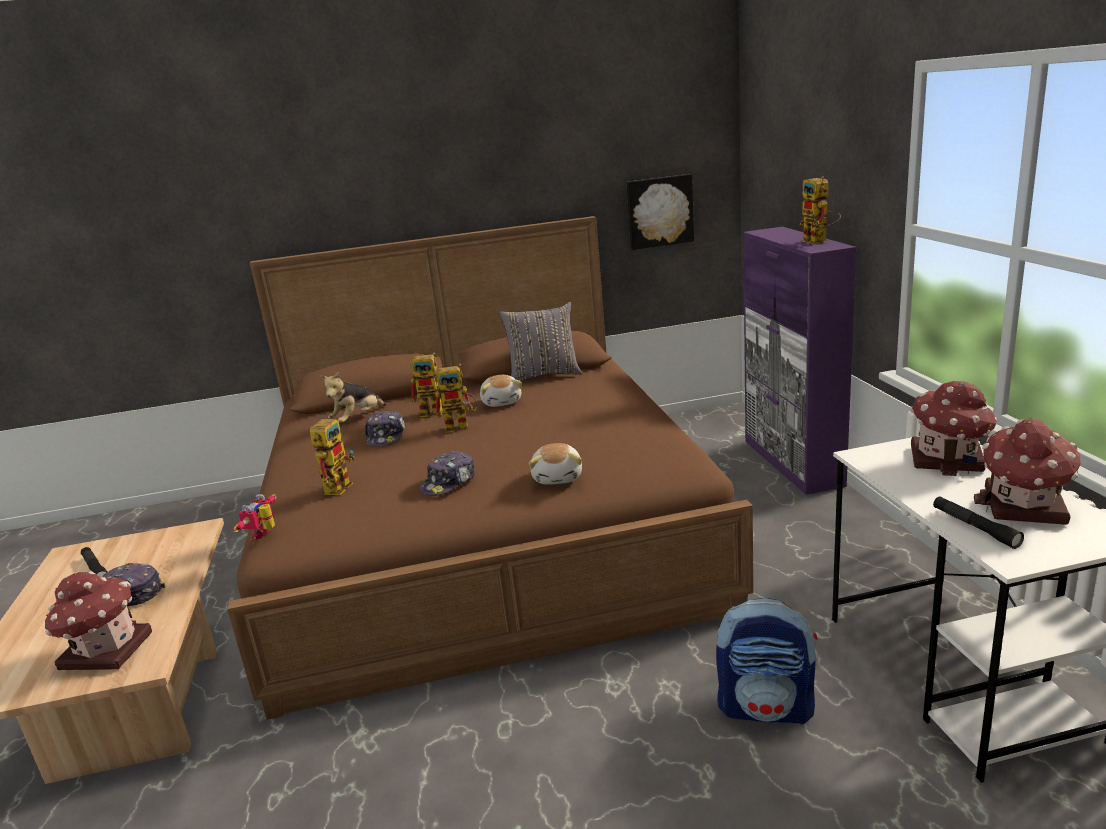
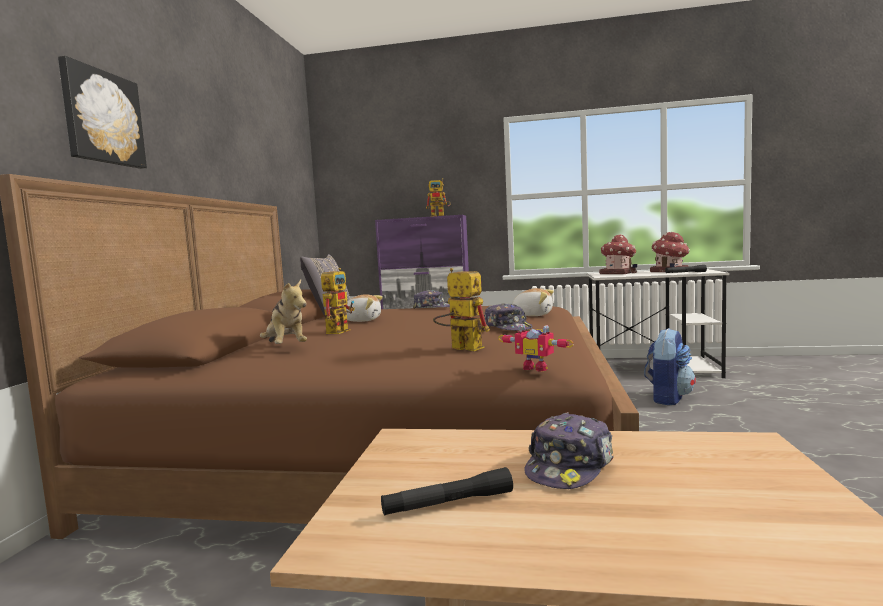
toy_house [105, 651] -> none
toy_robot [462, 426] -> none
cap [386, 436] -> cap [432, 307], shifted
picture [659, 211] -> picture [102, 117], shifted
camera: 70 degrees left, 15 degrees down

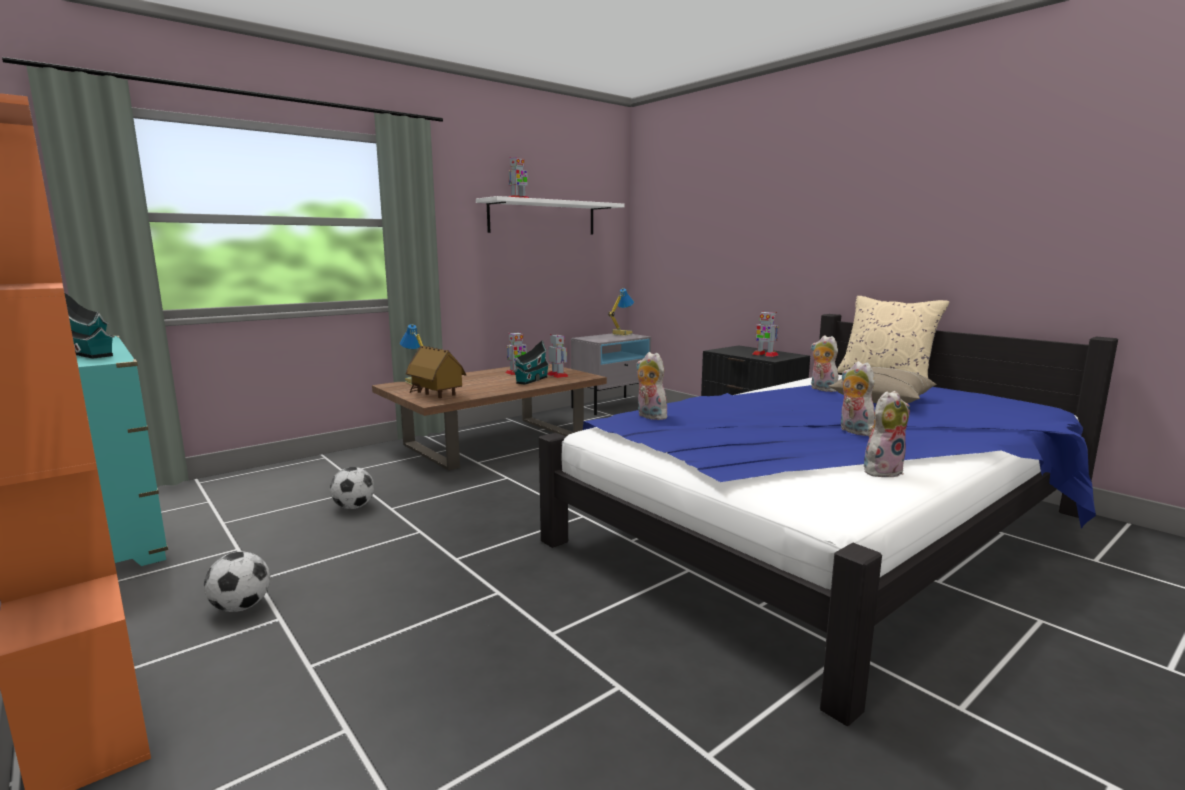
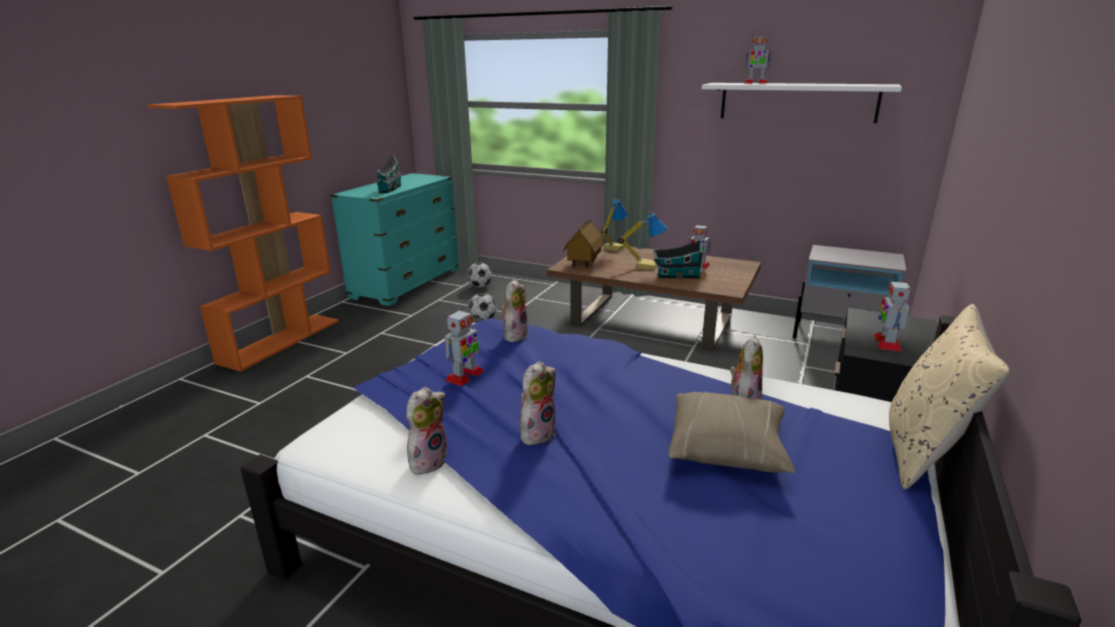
football [241, 607] -> football [480, 286], shifted
toy_robot [558, 375] -> toy_robot [464, 376], shifted
table_lamp [621, 334] -> table_lamp [646, 266], shifted
plush_toy [882, 471] -> plush_toy [428, 460], 90 degrees counterclockwise
camera: 65 degrees right, 10 degrees up

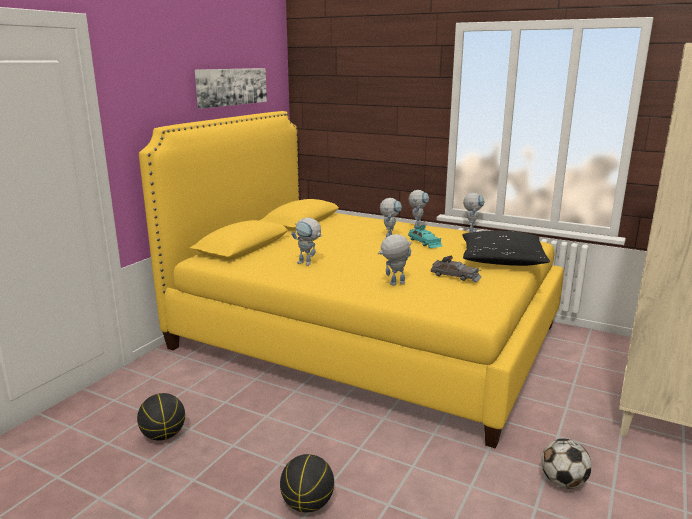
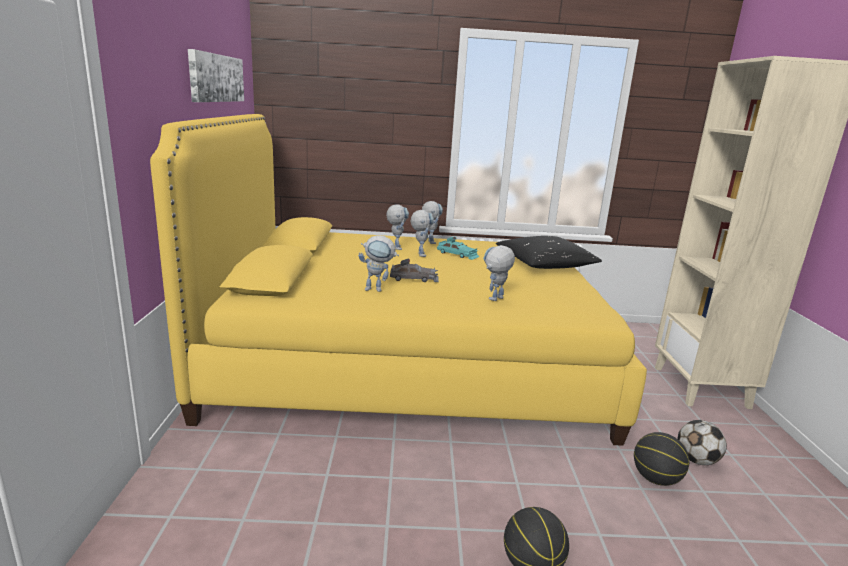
basketball [163, 435] -> basketball [655, 479], shifted
grey_toy_car [455, 276] -> grey_toy_car [414, 278], shifted
toy_robot [471, 231] -> toy_robot [396, 247], shifted
camera: 30 degrees left, 0 degrees up

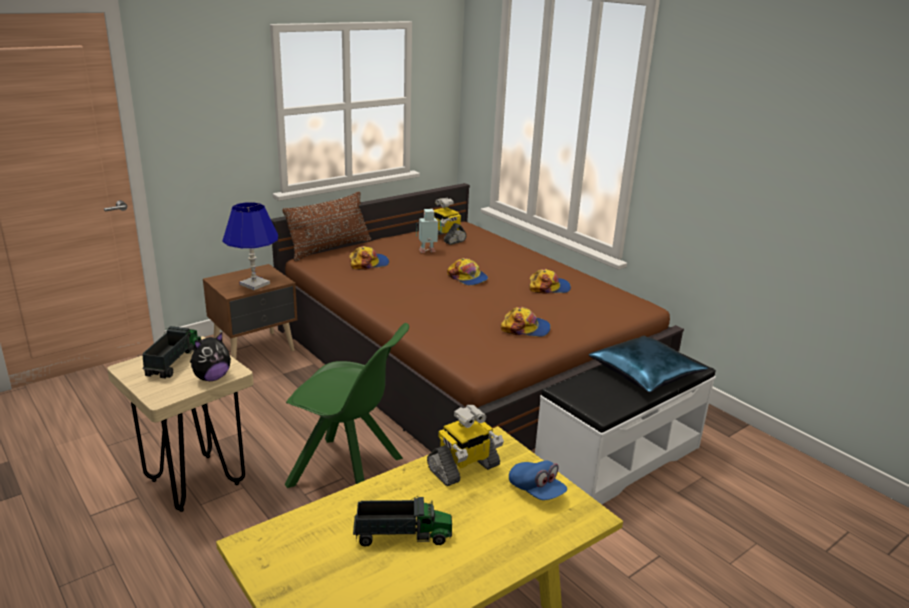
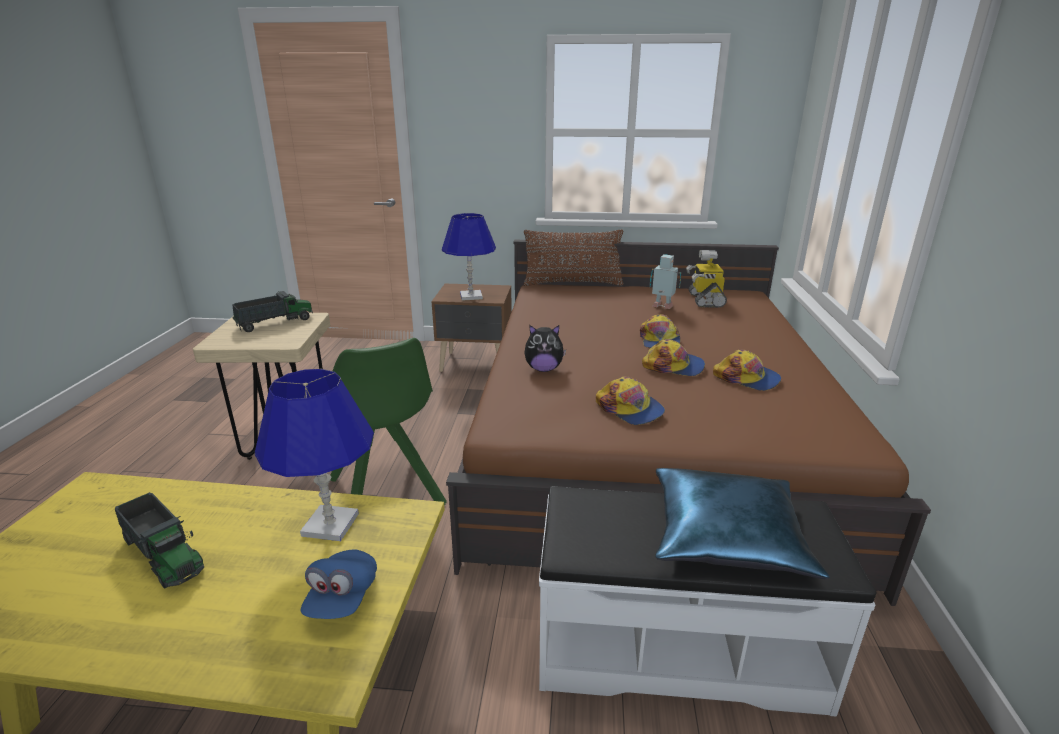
plush_toy [211, 378] -> plush_toy [543, 369], shifted
cap [369, 263] -> cap [673, 366], shifted
toy_robot [463, 468] -> blue_table_lamp [330, 525]
camera: 45 degrees right, 0 degrees up

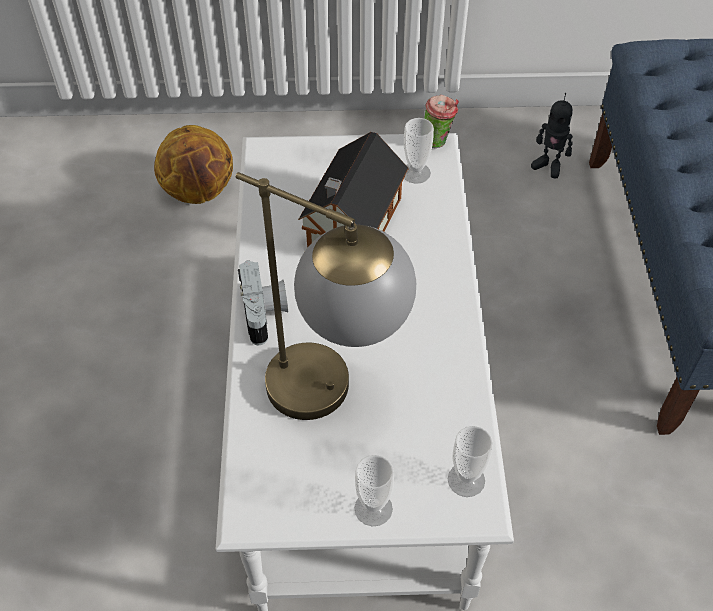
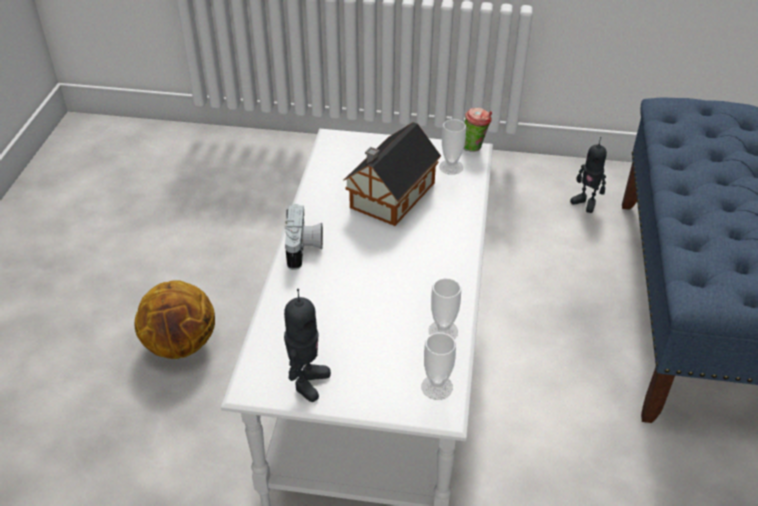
table_lamp [335, 397] -> none
none -> toy_robot [307, 382]
basketball [199, 191] -> basketball [181, 345], shifted
cup [373, 508] -> cup [443, 331], shifted
camera: 10 degrees right, 10 degrees down

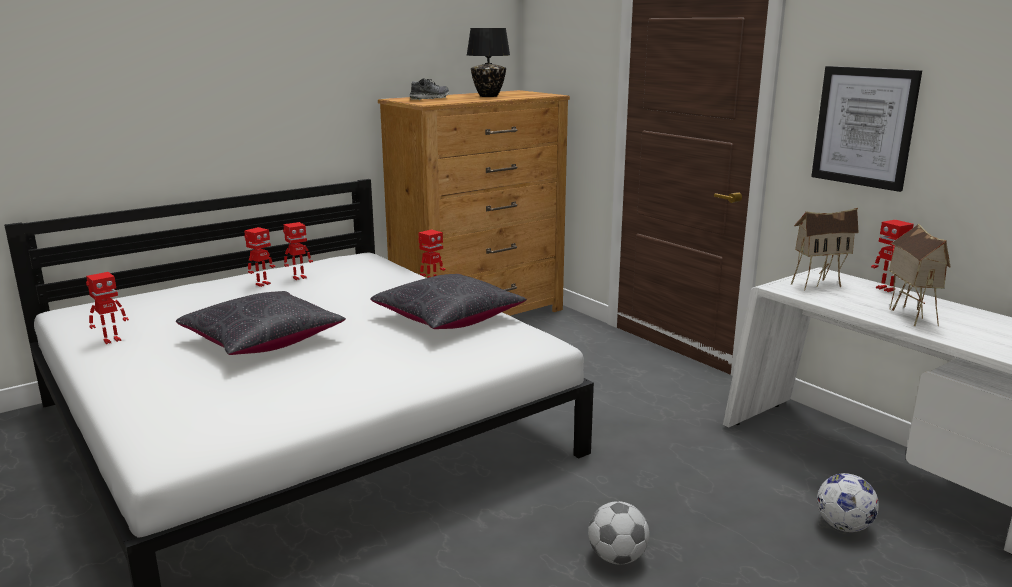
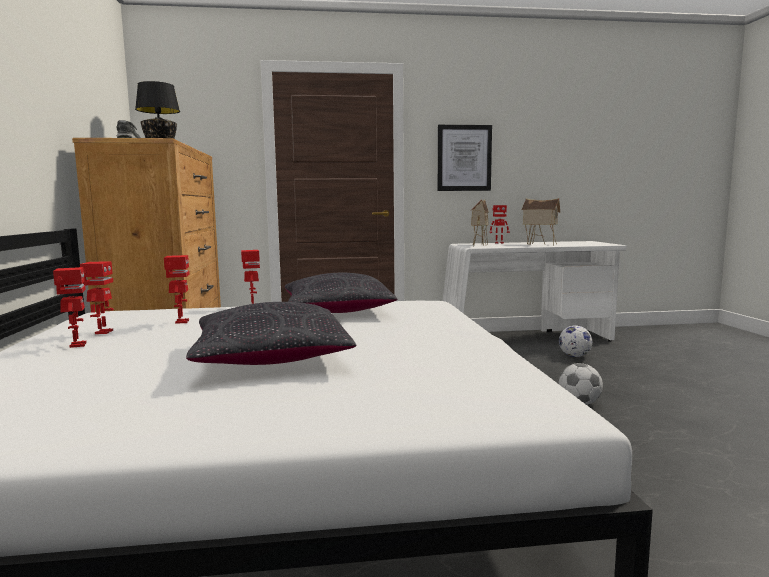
toy_robot [111, 340] -> toy_robot [181, 322], shifted
camera: 60 degrees left, 10 degrees down

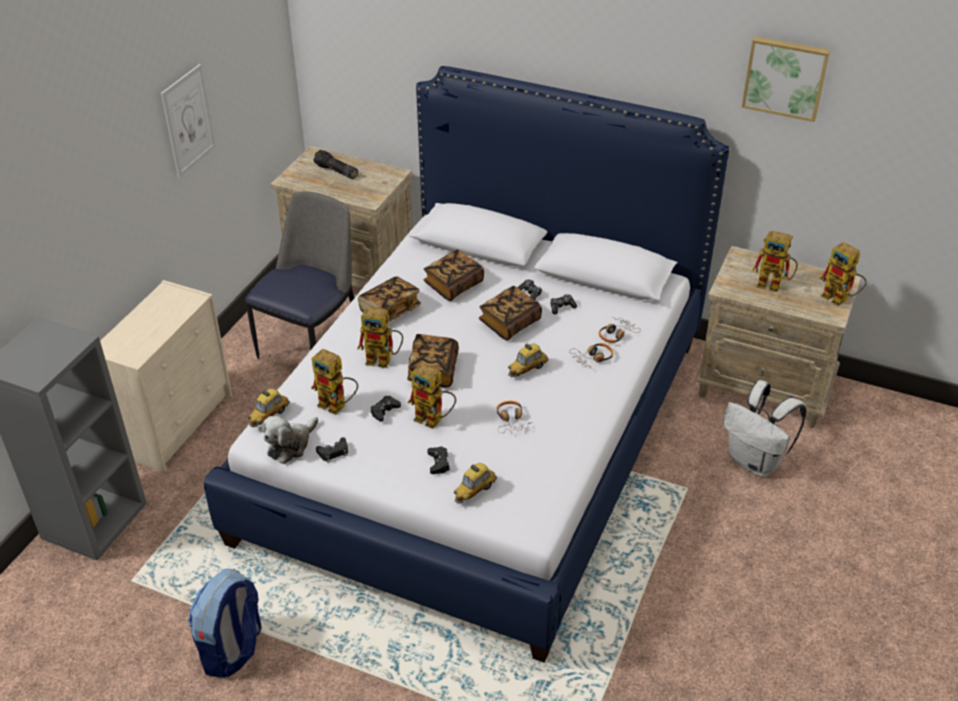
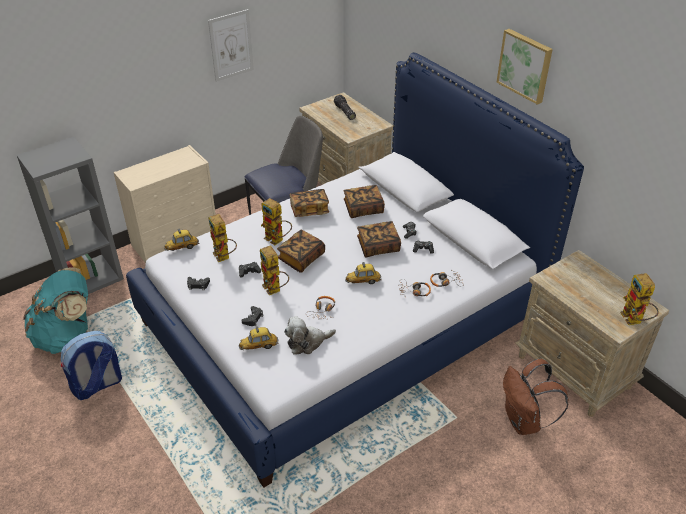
toy_robot [774, 285] -> none
none -> turquoise_backpack [67, 336]
plush_toy [290, 445] -> plush_toy [307, 342], shifted
picture [785, 77] -> picture [525, 65], shifted
white_backpack [756, 462] -> brown_backpack [524, 422]
camera: 30 degrees right, 0 degrees up

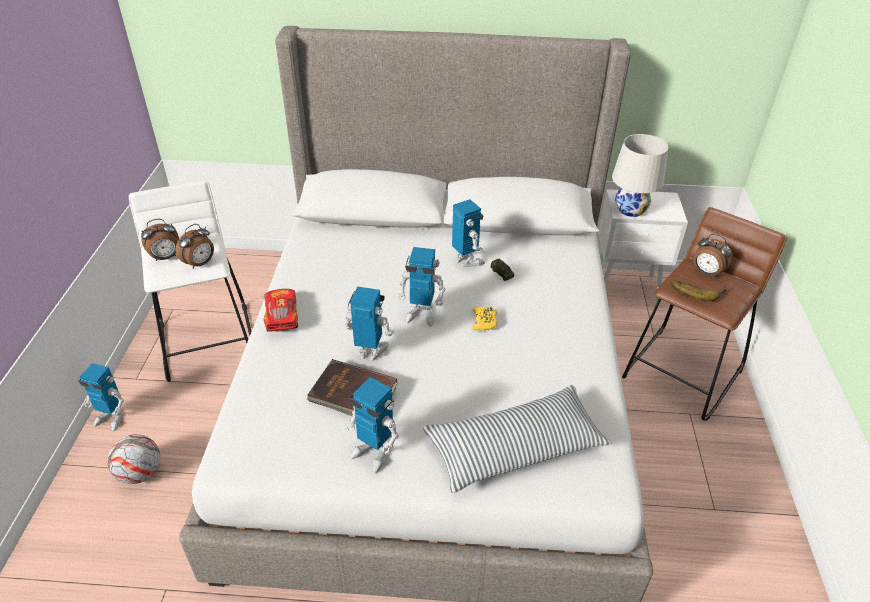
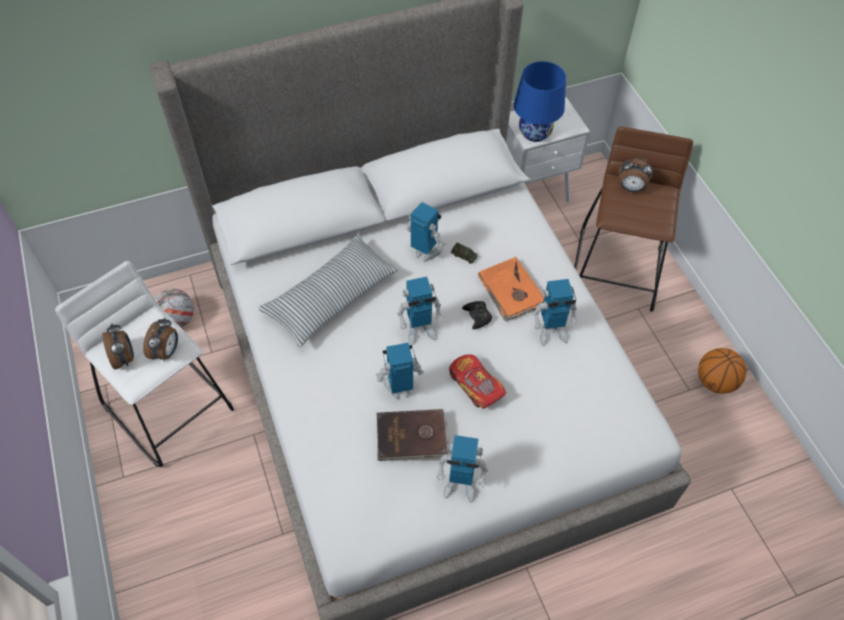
banana [696, 290] -> none
none -> orange_book [510, 291]
none -> basketball [715, 382]
toy_robot [111, 418] -> toy_robot [551, 332], shifted
football [140, 473] -> football [177, 320], shifted
toy_car [281, 317] -> toy_car [476, 385], shifted
pillow [515, 447] -> pillow [331, 297], shifted
yellow_game_controller [484, 321] -> black_game_controller [477, 316]
white_table_lamp [630, 209] -> blue_table_lamp [535, 133]
alarm_clock [165, 257] -> alarm_clock [124, 358], 60 degrees counterclockwise
camera: 25 degrees left, 15 degrees up

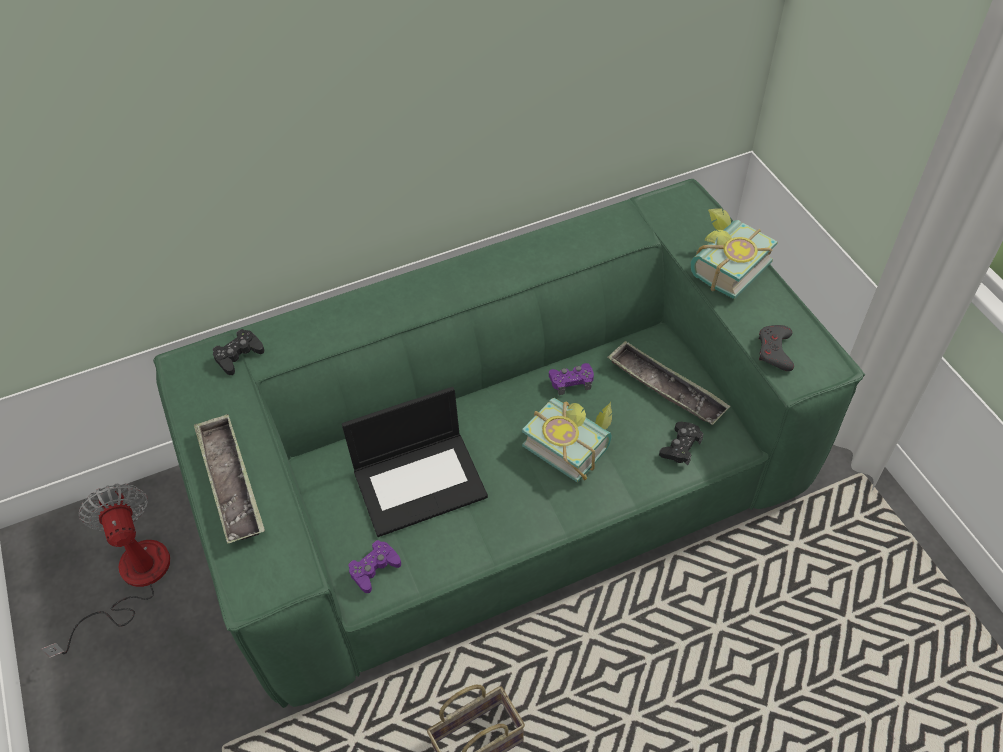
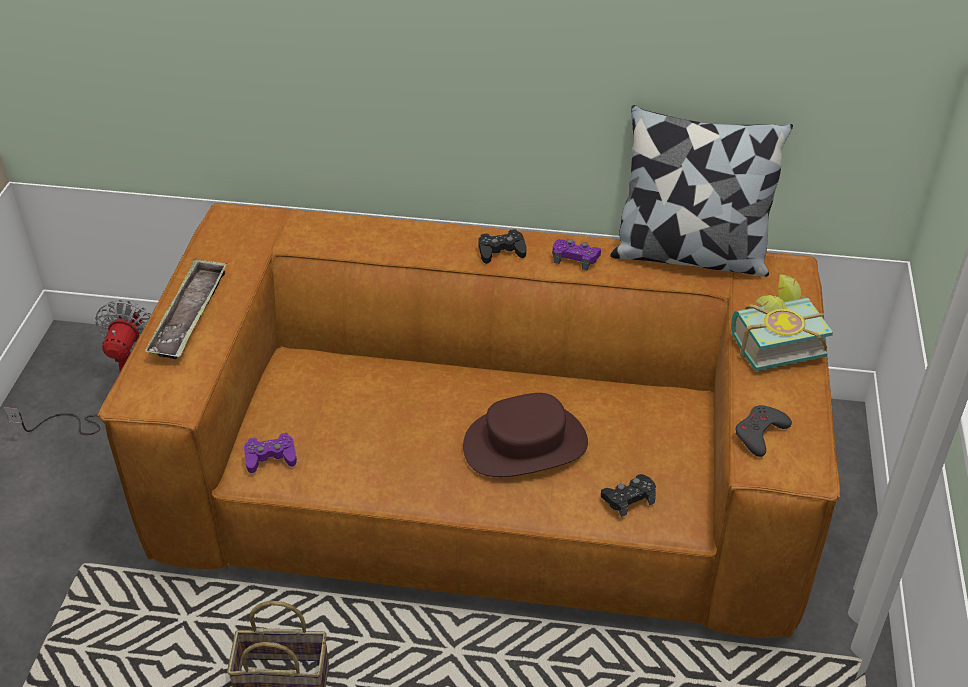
laptop [420, 482] -> none
tray [666, 387] -> none
none -> pillow [690, 254]
black_game_controller [239, 355] -> black_game_controller [501, 251], shifted
purple_game_controller [571, 381] -> purple_game_controller [575, 258], shifted
book [571, 443] -> brown_hat [525, 445]
green_sofa [506, 480] -> brown_sofa [484, 483]
camera: 30 degrees right, 10 degrees down

